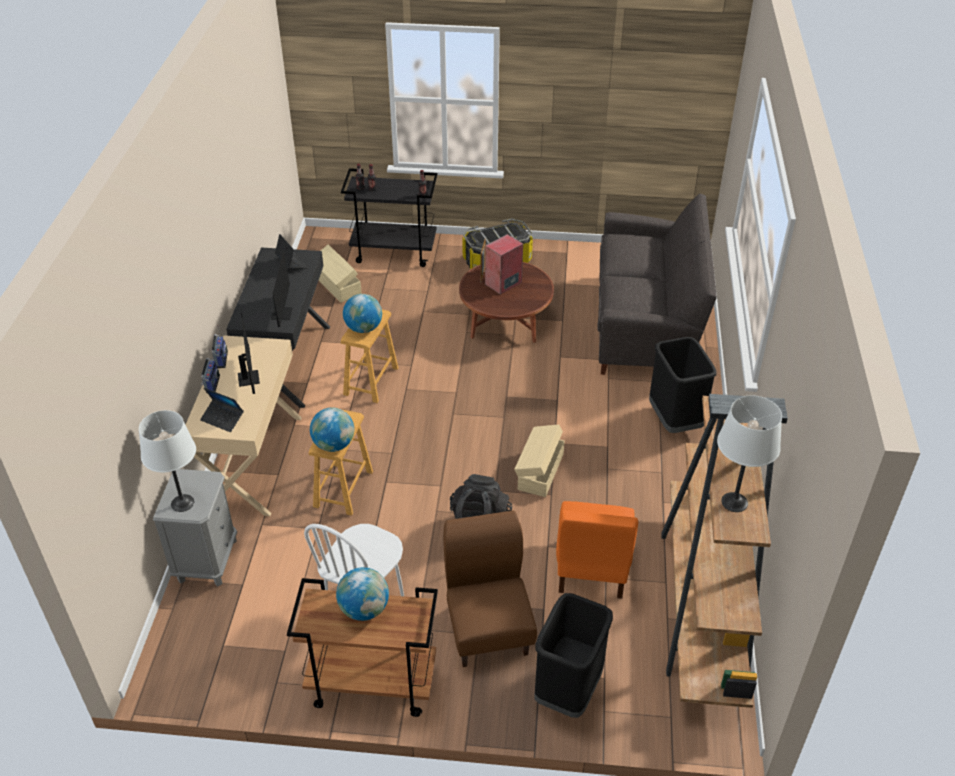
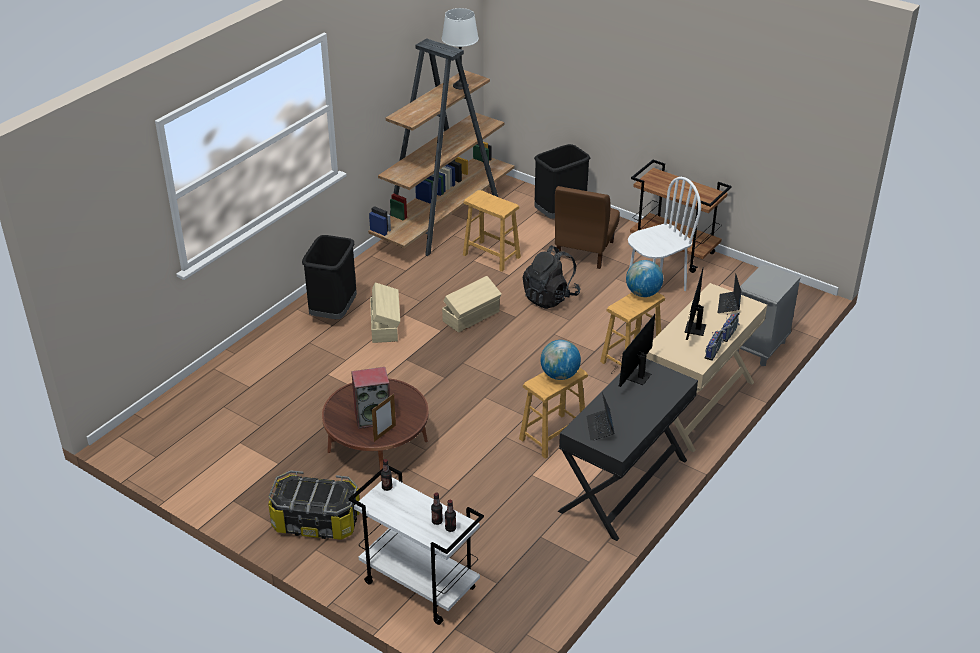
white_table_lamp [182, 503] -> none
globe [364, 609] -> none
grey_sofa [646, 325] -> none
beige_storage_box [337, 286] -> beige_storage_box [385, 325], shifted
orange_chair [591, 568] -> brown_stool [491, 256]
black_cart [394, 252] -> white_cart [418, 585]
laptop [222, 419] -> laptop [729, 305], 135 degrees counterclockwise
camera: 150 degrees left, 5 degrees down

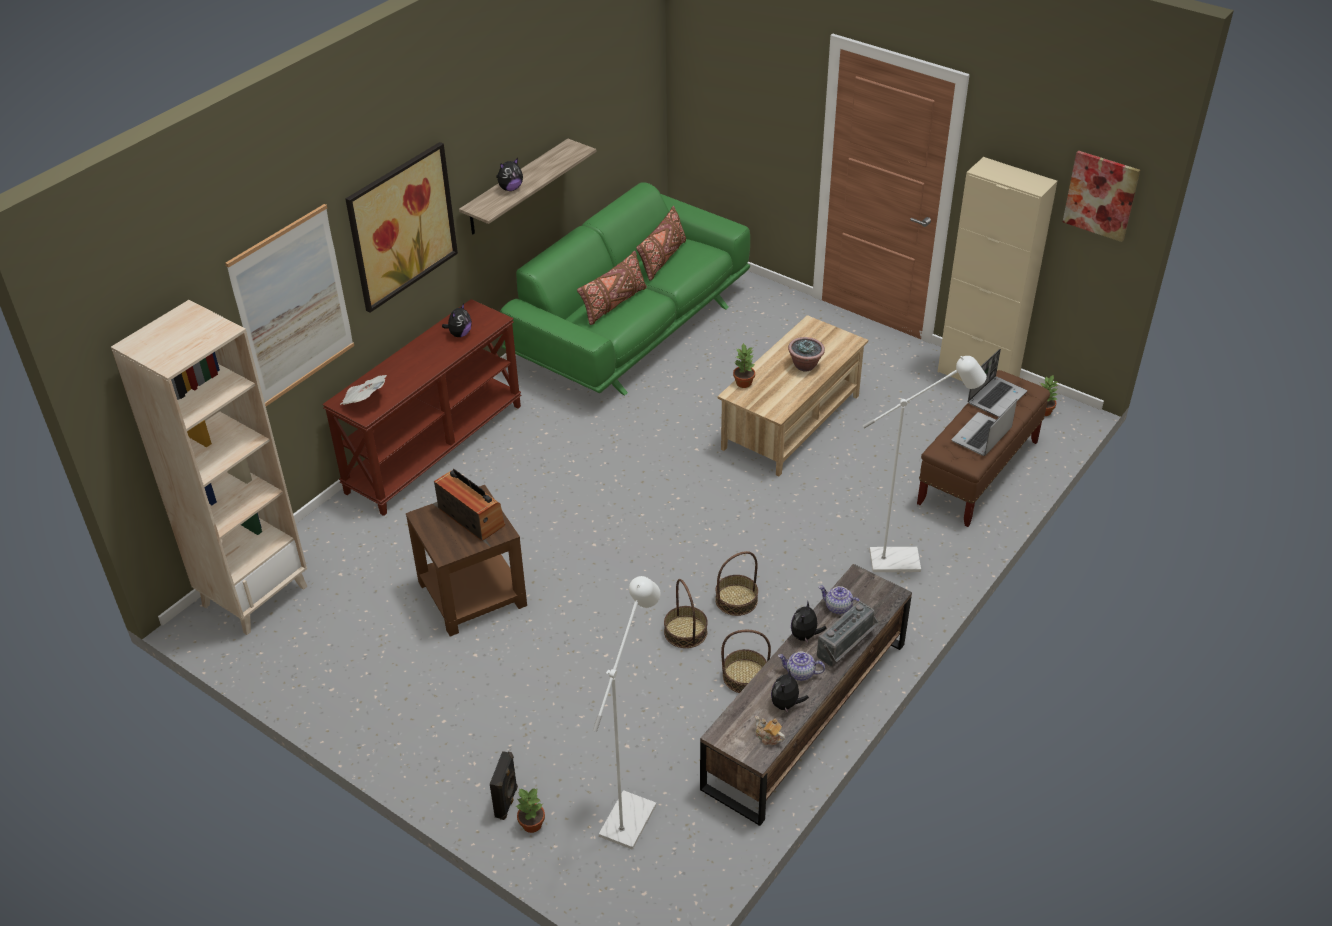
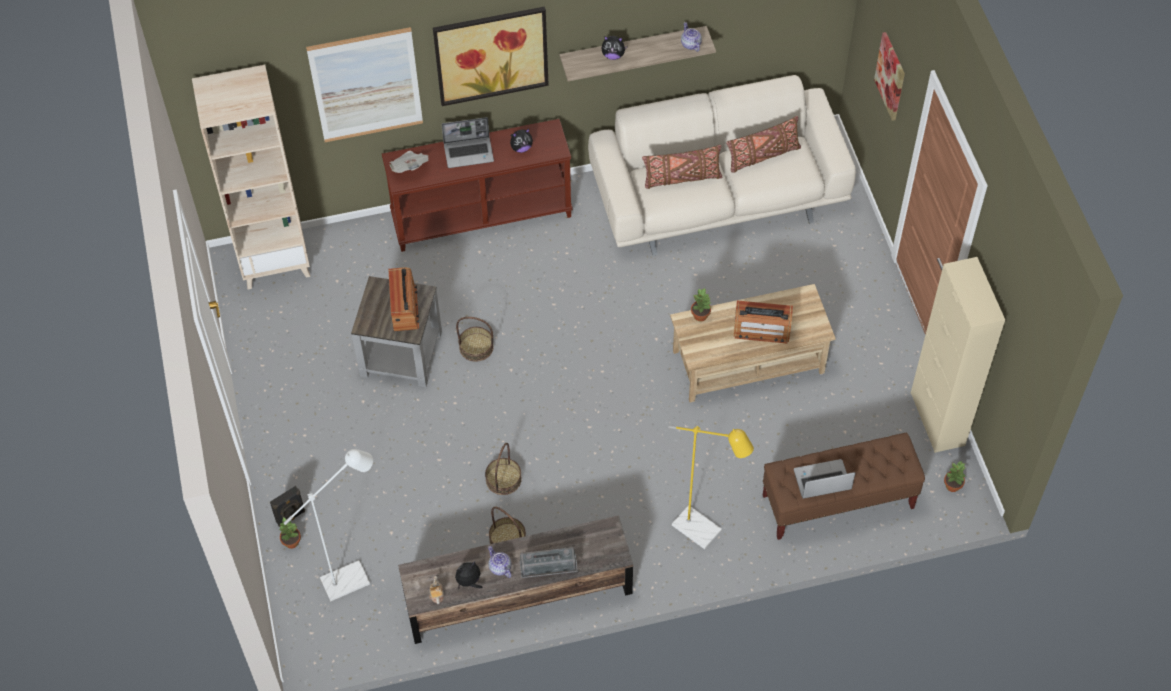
plush_toy [805, 636] -> none
basket [736, 600] -> basket [476, 347], shifted
teapot [838, 607] -> teapot [690, 44], shifted
laptop [996, 397] -> laptop [469, 152], shifted
picture [1101, 195] -> picture [890, 76], shifted
potted_plant [805, 365] -> radio [761, 330]
brown_side_table [470, 593] -> grey_side_table [400, 352]
green_sofa [631, 328] -> beige_sofa [719, 195]
white_floor_lamp [905, 560] -> yellow_floor_lamp [703, 532]
camera: 40 degrees right, 15 degrees up

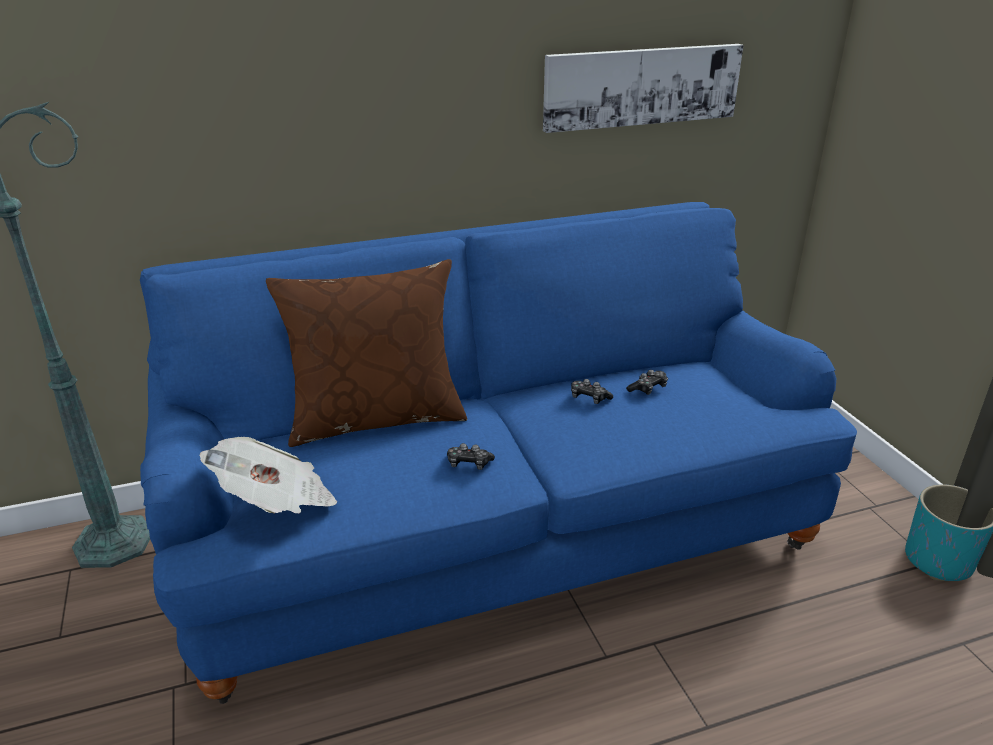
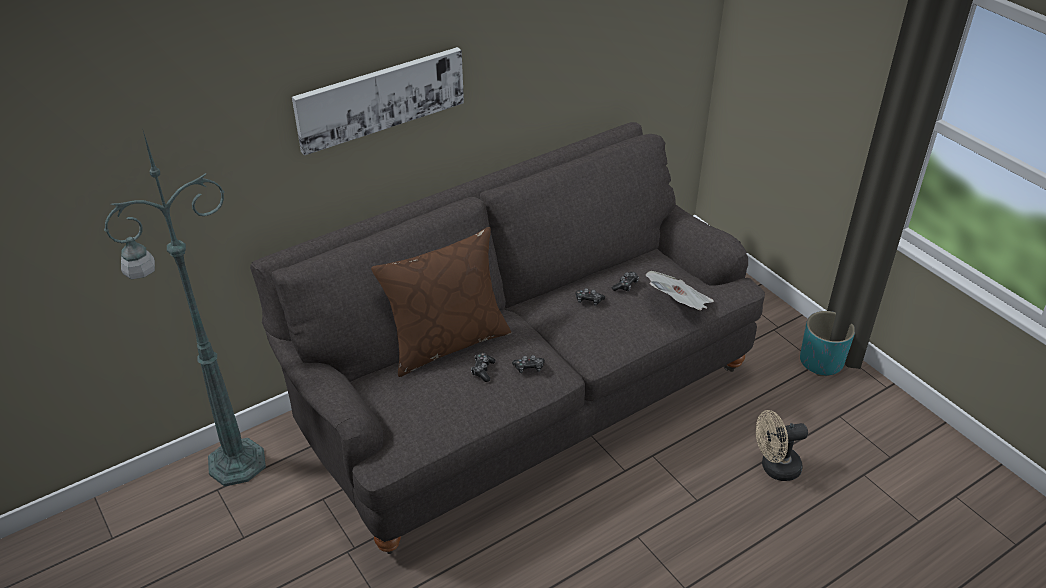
none -> game_controller [483, 370]
none -> beige_fan [774, 468]
newspaper [276, 501] -> newspaper [679, 305], shifted
picture [641, 86] -> picture [380, 98], shifted
blue_sofa [496, 533] -> grey_sofa [522, 399]
camera: 15 degrees left, 10 degrees up

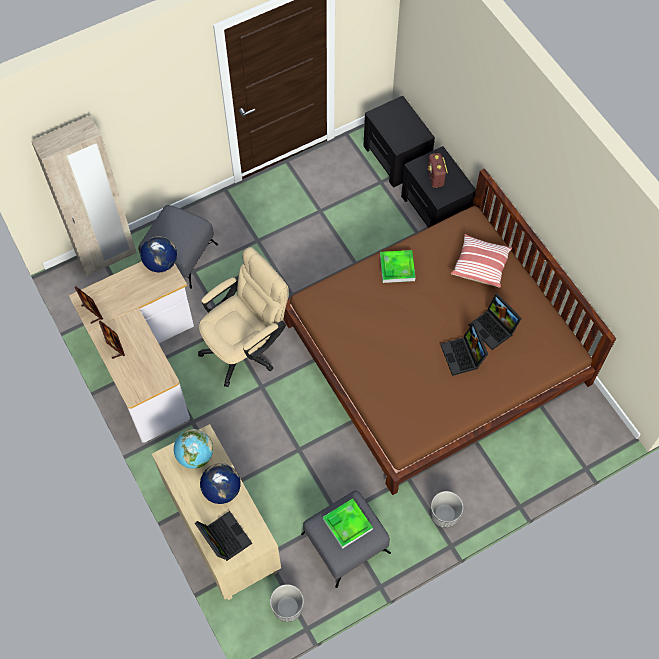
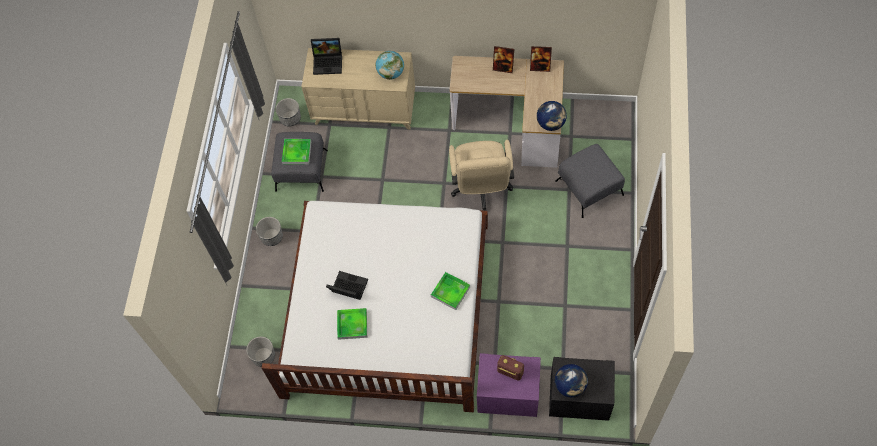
beige_wardrobe [107, 257] -> none
pillow [480, 265] -> none
none -> planter [263, 356]
globe [222, 489] -> globe [570, 386], shifted
laptop [494, 328] -> tray [352, 324]
brown_bed [435, 350] -> white_bed [387, 309]
black_nightstand [435, 209] -> purple_nightstand [507, 393]
camera: 130 degrees right, 0 degrees up

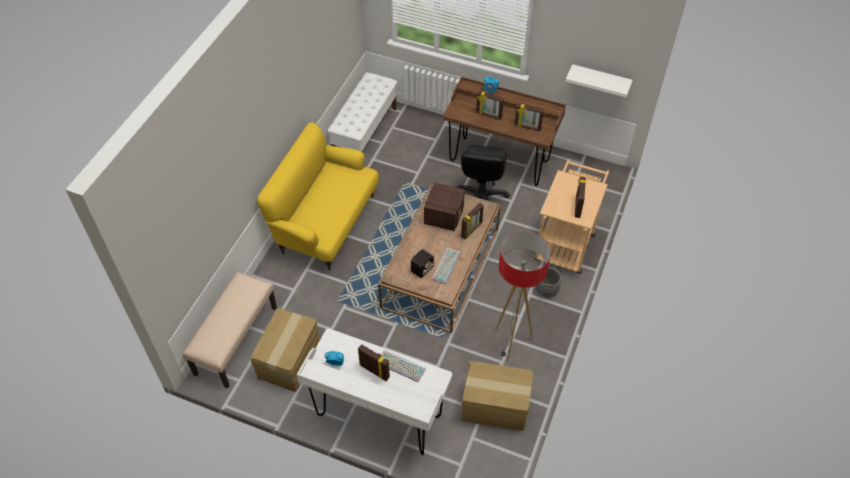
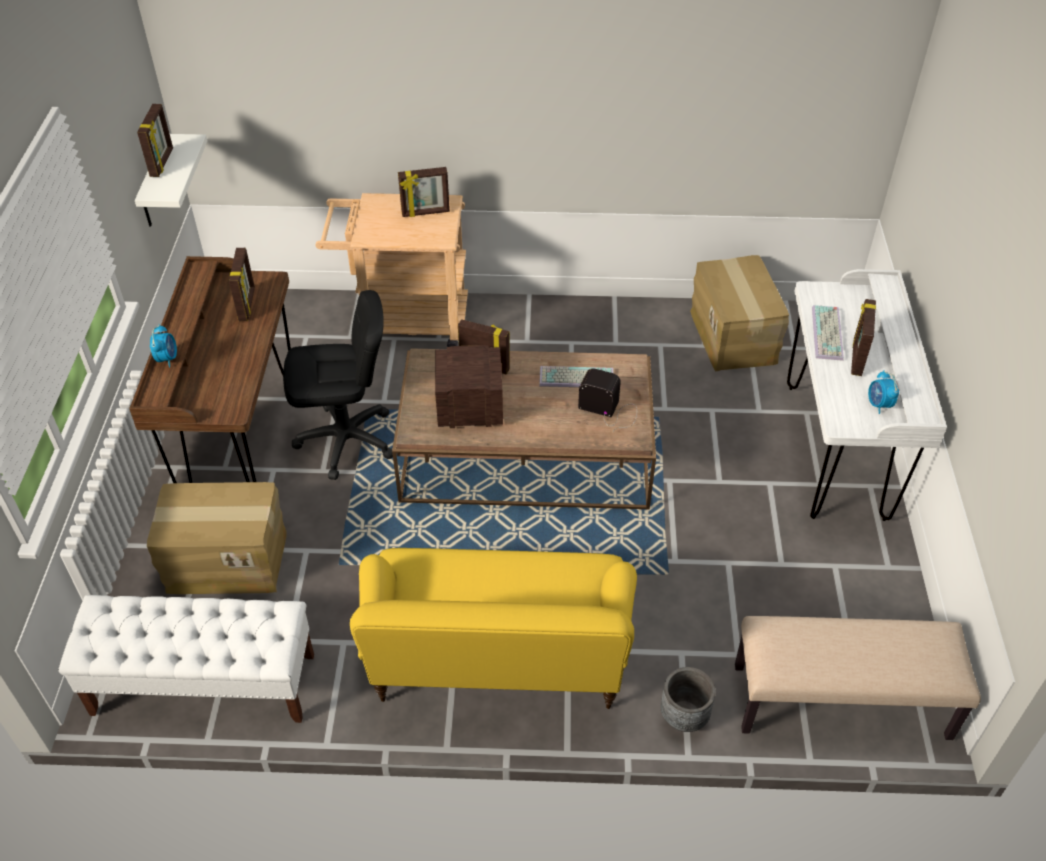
floor_lamp [511, 343] -> none
cardboard_box [290, 360] -> cardboard_box [227, 560], shifted
picture_frame [488, 115] -> picture_frame [162, 163], shifted
grey_planter [546, 290] -> grey_planter [684, 716], shifted
camera: 110 degrees left, 5 degrees down

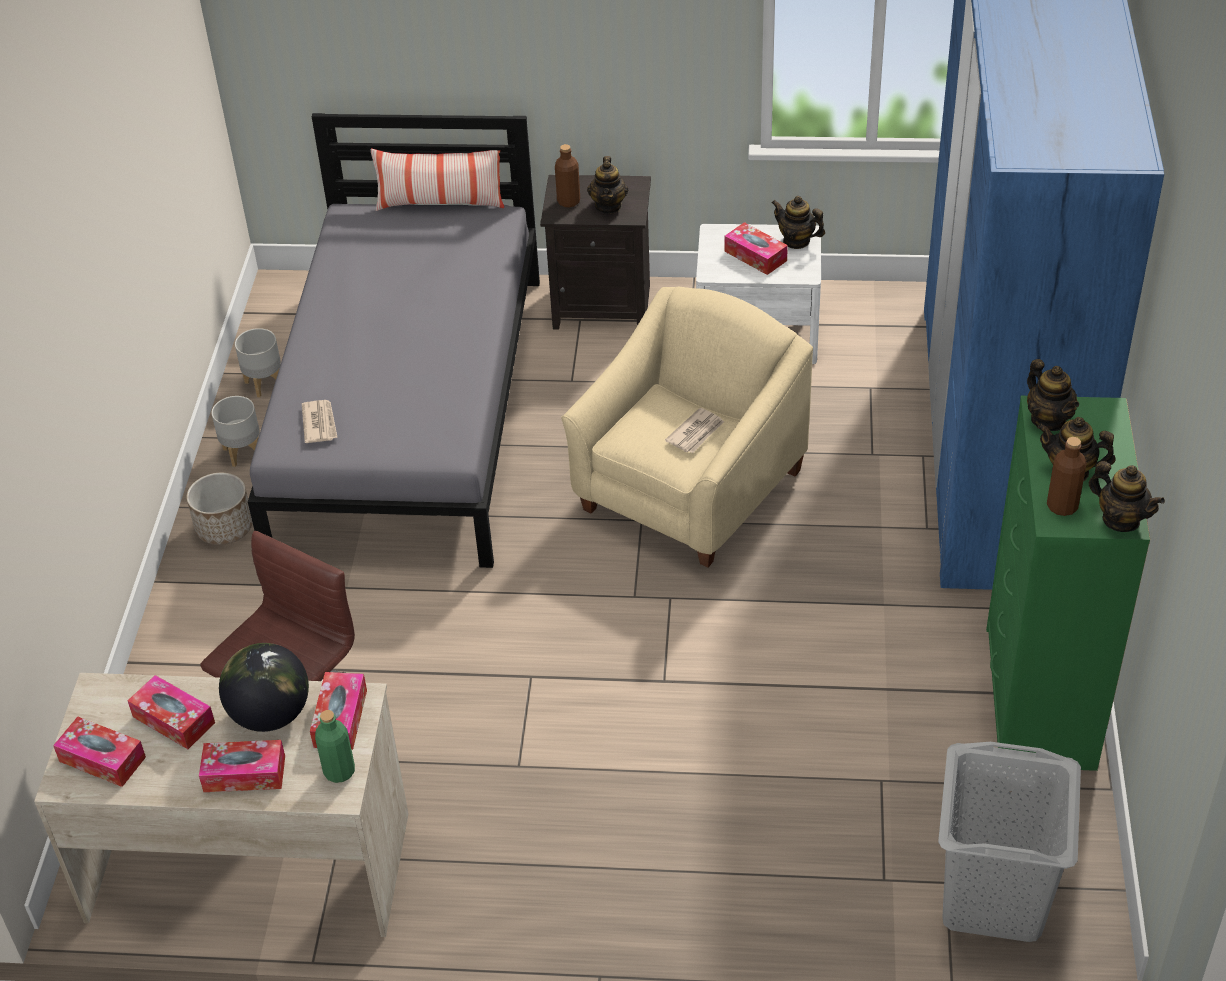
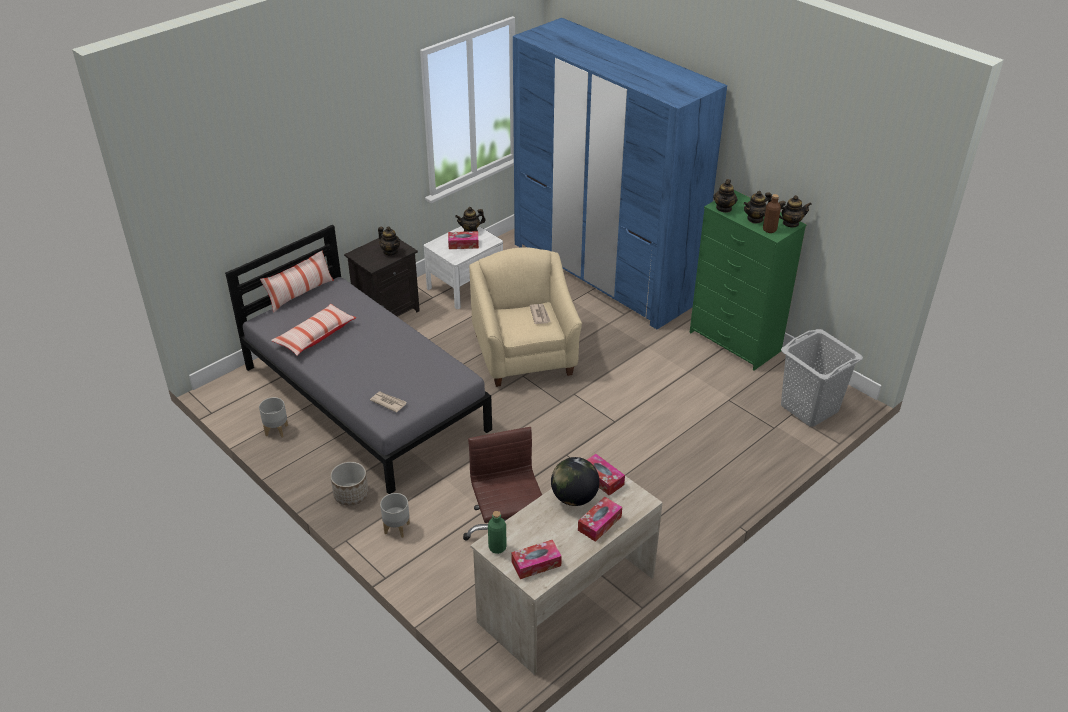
tissue_box [173, 720] -> none
brown_bottle [568, 201] -> none
none -> pillow [315, 336]
grey_planter [243, 453] -> grey_planter [397, 528], shifted
green_bottle [339, 771] -> green_bottle [497, 547], shifted
teapot [1048, 420] -> teapot [724, 208], 90 degrees clockwise
camera: 50 degrees left, 5 degrees down

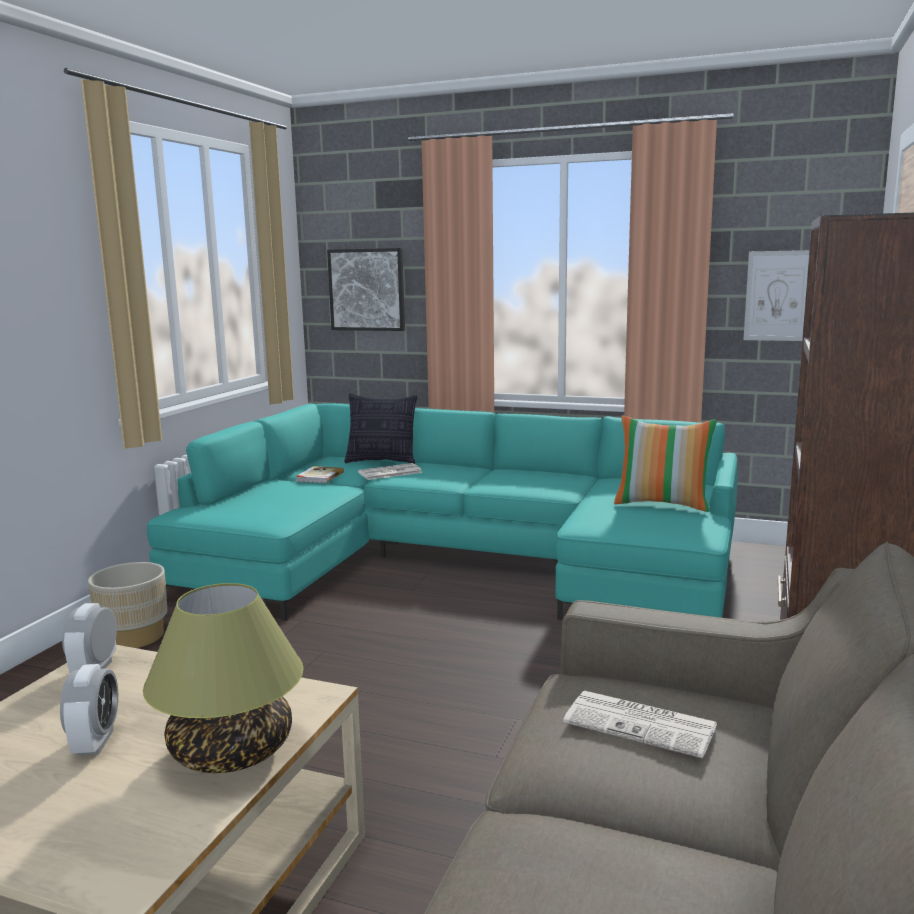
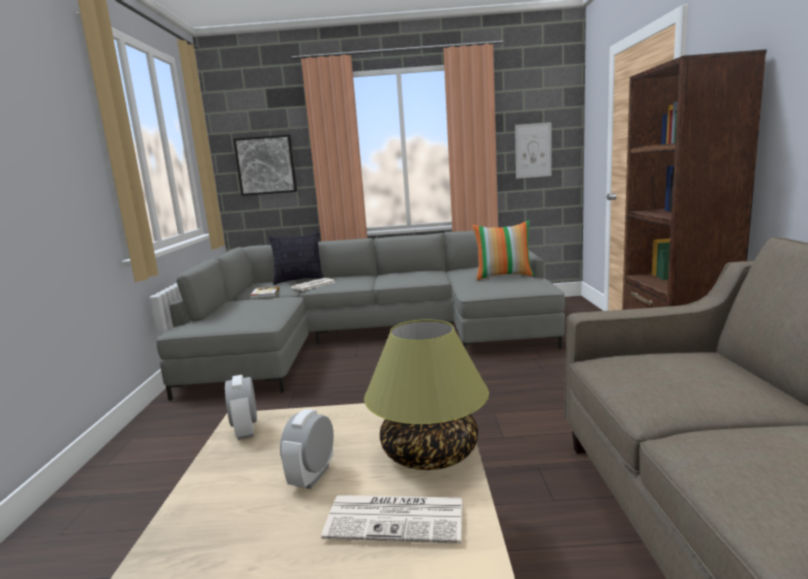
beige_planter [133, 637] -> none
newspaper [642, 724] -> newspaper [397, 518], shifted
turquoise_sofa [455, 561] -> grey_sofa [368, 337]
alarm_clock [95, 742] -> alarm_clock [312, 476], 135 degrees counterclockwise
camera: 20 degrees left, 0 degrees up

